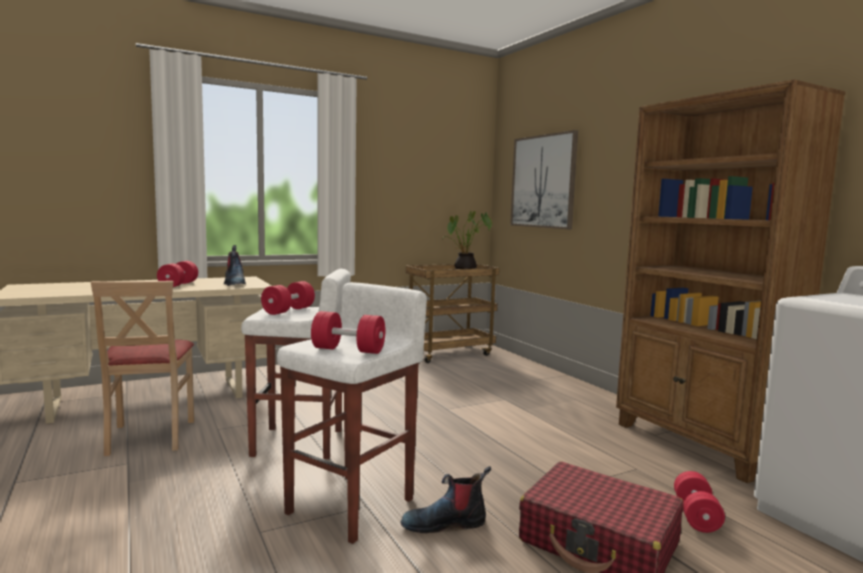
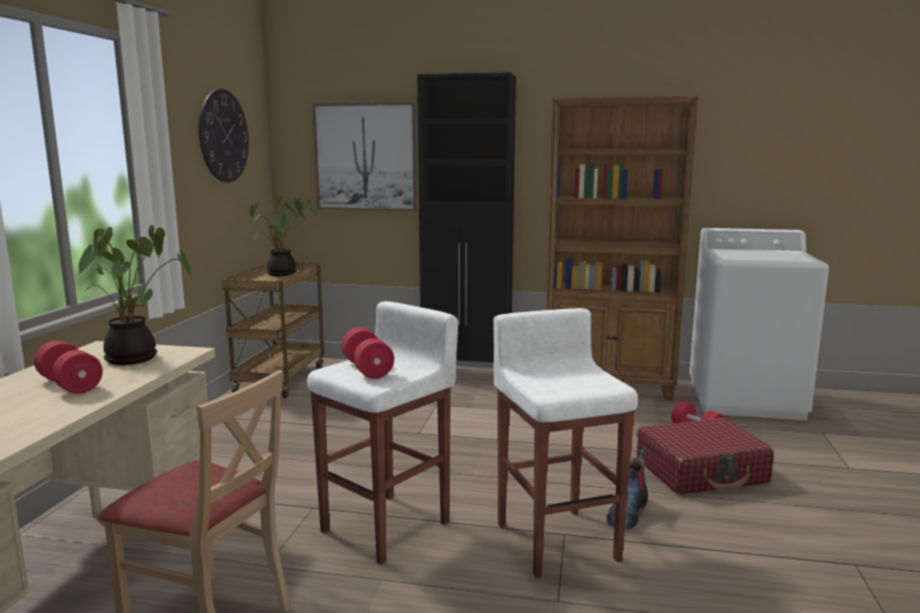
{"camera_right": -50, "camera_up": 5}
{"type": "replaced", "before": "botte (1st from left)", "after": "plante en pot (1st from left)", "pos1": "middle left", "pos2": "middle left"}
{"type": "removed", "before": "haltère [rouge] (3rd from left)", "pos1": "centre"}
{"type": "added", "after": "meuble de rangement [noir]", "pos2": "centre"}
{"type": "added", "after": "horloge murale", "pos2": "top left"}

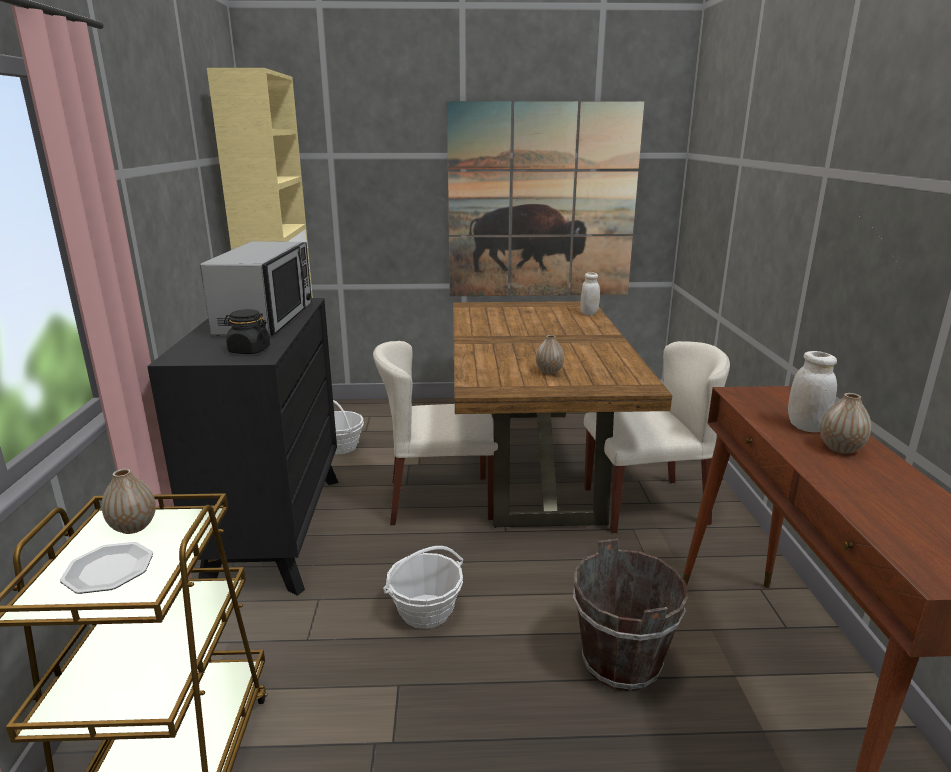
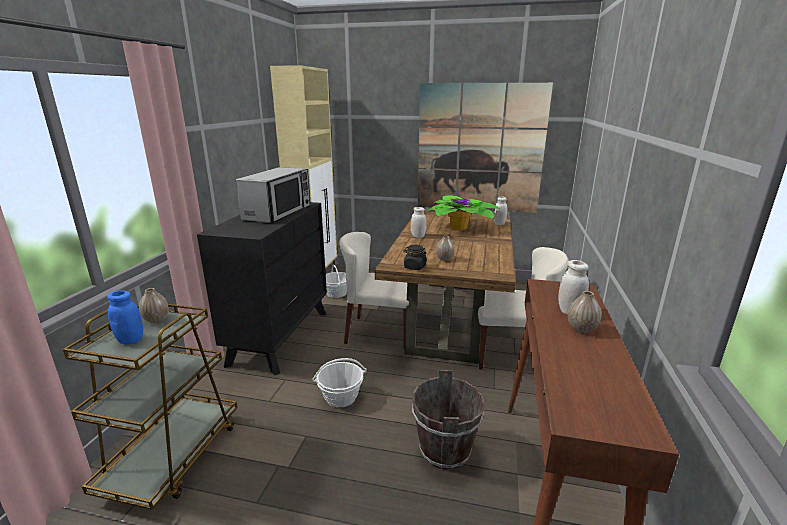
{"camera_right": 15, "camera_up": 0}
{"type": "moved", "before": "bocal [noir]", "pos1": "middle left", "pos2": "centre"}
{"type": "replaced", "before": "assiette", "after": "bocal [bleu]", "pos1": "bottom left", "pos2": "middle left"}
{"type": "added", "after": "plante en pot", "pos2": "centre"}
{"type": "added", "after": "bocal [blanc] (1st from left)", "pos2": "centre"}

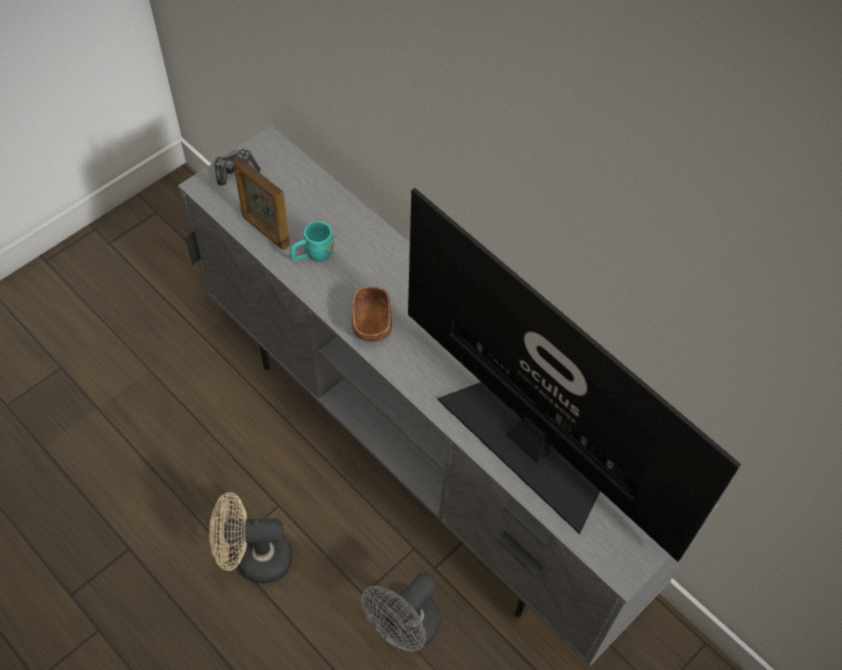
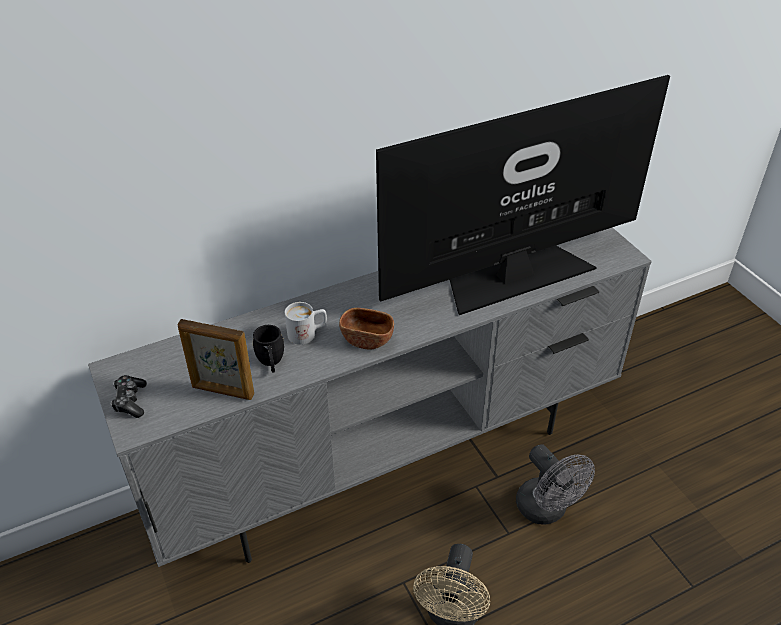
{"camera_right": -70, "camera_up": -15}
{"type": "turned", "before": "cadre photo", "pos1": "top left", "pos2": "middle left", "turn": 45}
{"type": "recoloured", "before": "mug [turquoise]", "after": "mug [noir]", "pos1": "centre", "pos2": "centre"}
{"type": "added", "after": "mug [blanc]", "pos2": "centre"}

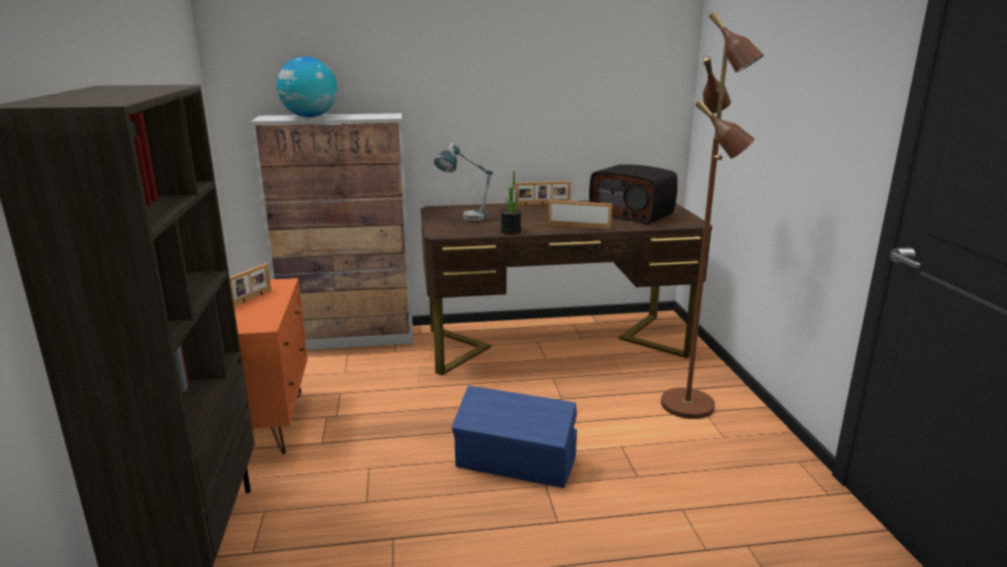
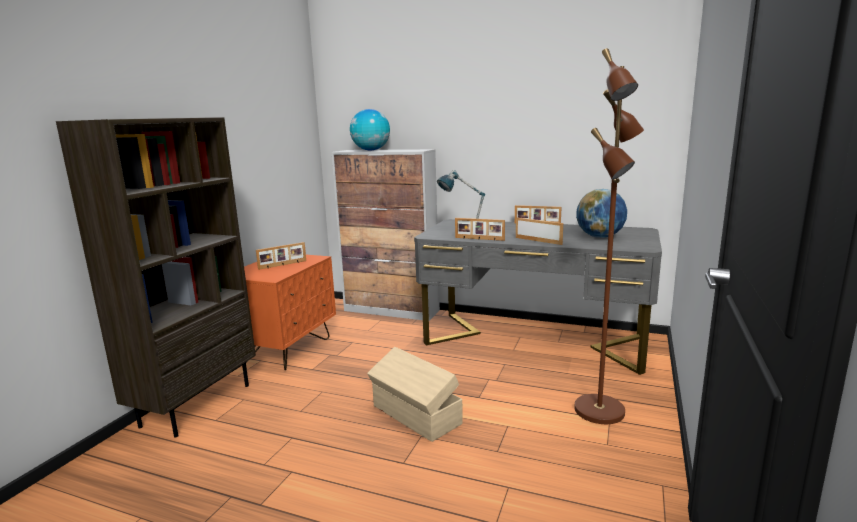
{"camera_right": 30, "camera_up": -5}
{"type": "replaced", "before": "radio", "after": "globe (2nd from left)", "pos1": "centre", "pos2": "middle right"}
{"type": "replaced", "before": "plante en pot", "after": "cadre photo (2nd from left)", "pos1": "centre", "pos2": "centre"}
{"type": "recoloured", "before": "bureau [marron]", "after": "bureau [gris]", "pos1": "centre", "pos2": "centre"}
{"type": "recoloured", "before": "boîte de rangement [bleu]", "after": "boîte de rangement [beige]", "pos1": "bottom centre", "pos2": "bottom centre"}

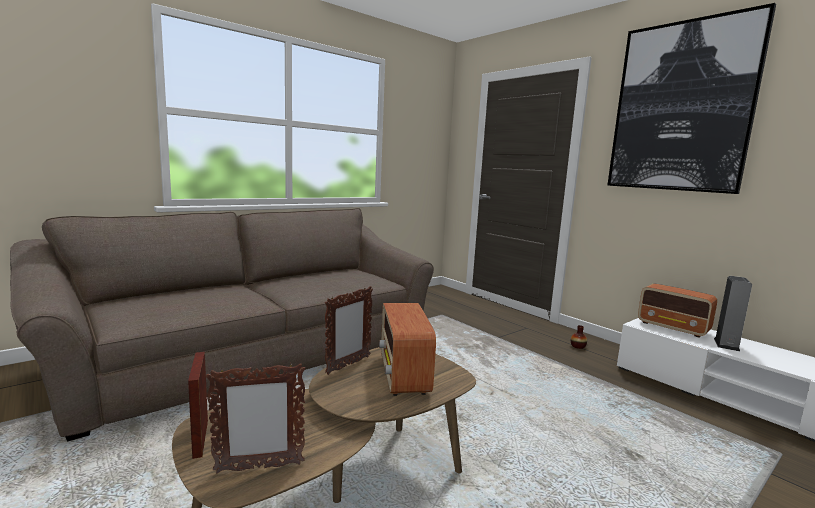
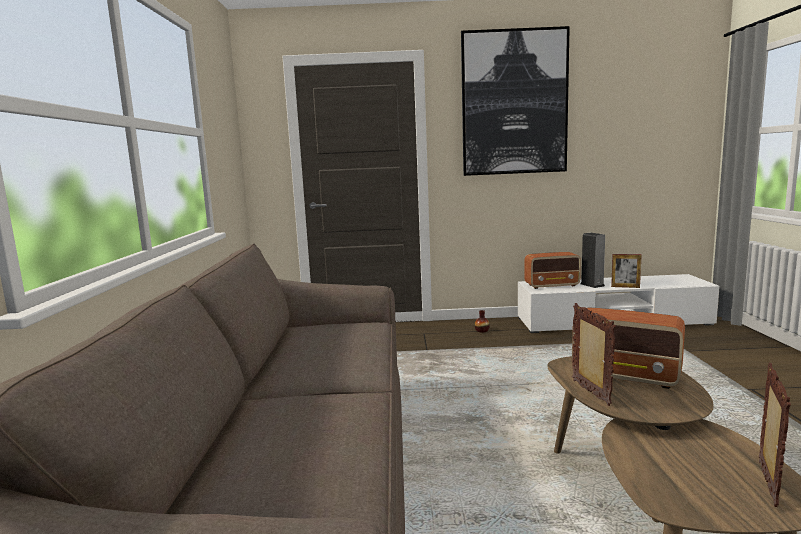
{"camera_right": -50, "camera_up": 0}
{"type": "moved", "before": "cadre photo (1st from left in the first image)", "after": "cadre photo (2nd from left)", "pos1": "bottom left", "pos2": "middle right"}

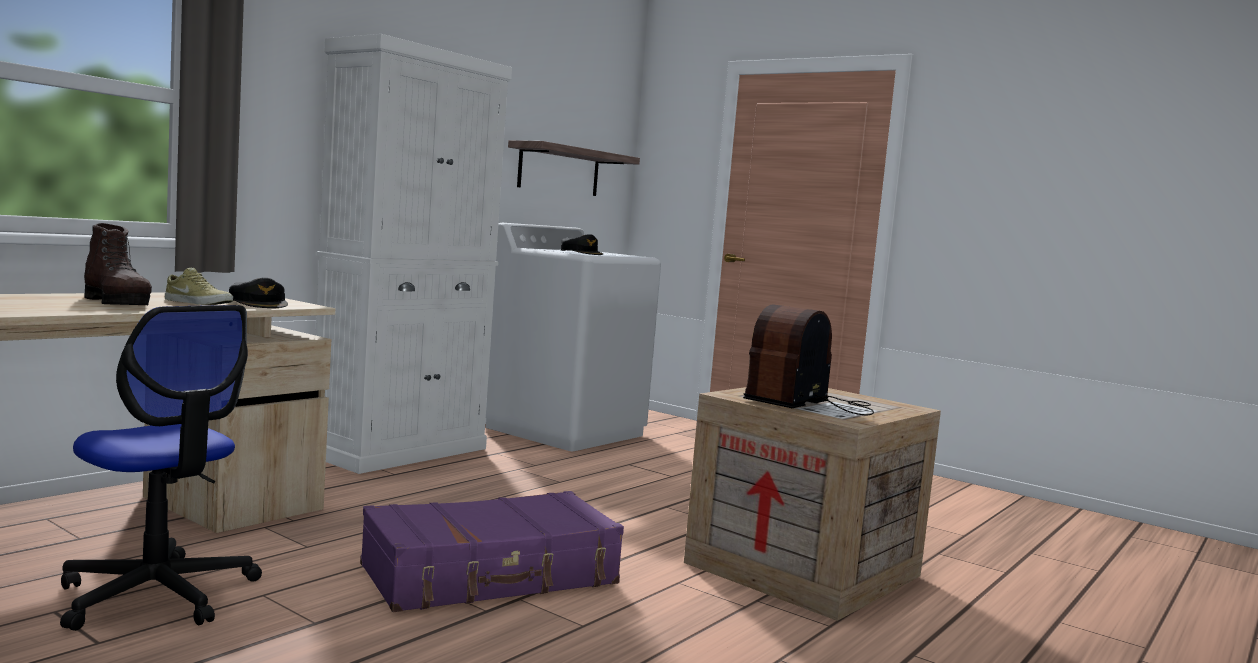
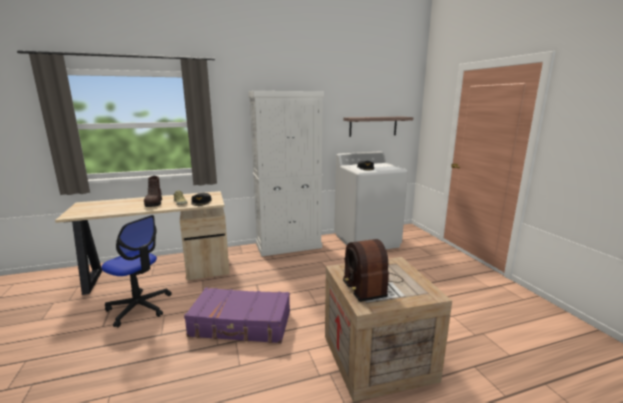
{"camera_right": 35, "camera_up": 10}
{"type": "turned", "before": "radio", "pos1": "centre", "pos2": "bottom centre", "turn": -90}
{"type": "turned", "before": "chaise de bureau", "pos1": "bottom left", "pos2": "bottom left", "turn": -45}

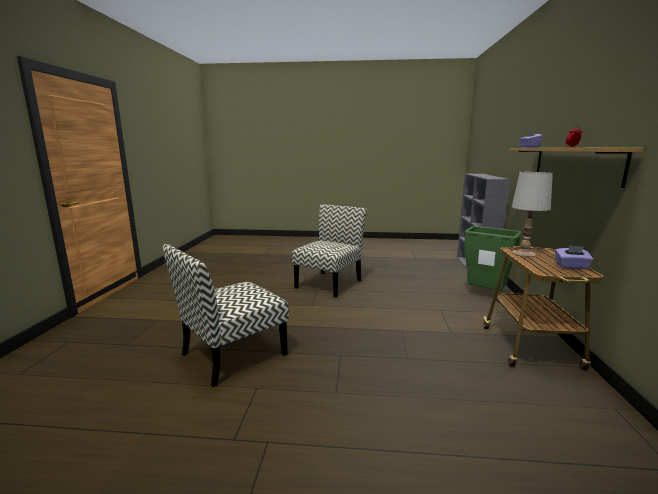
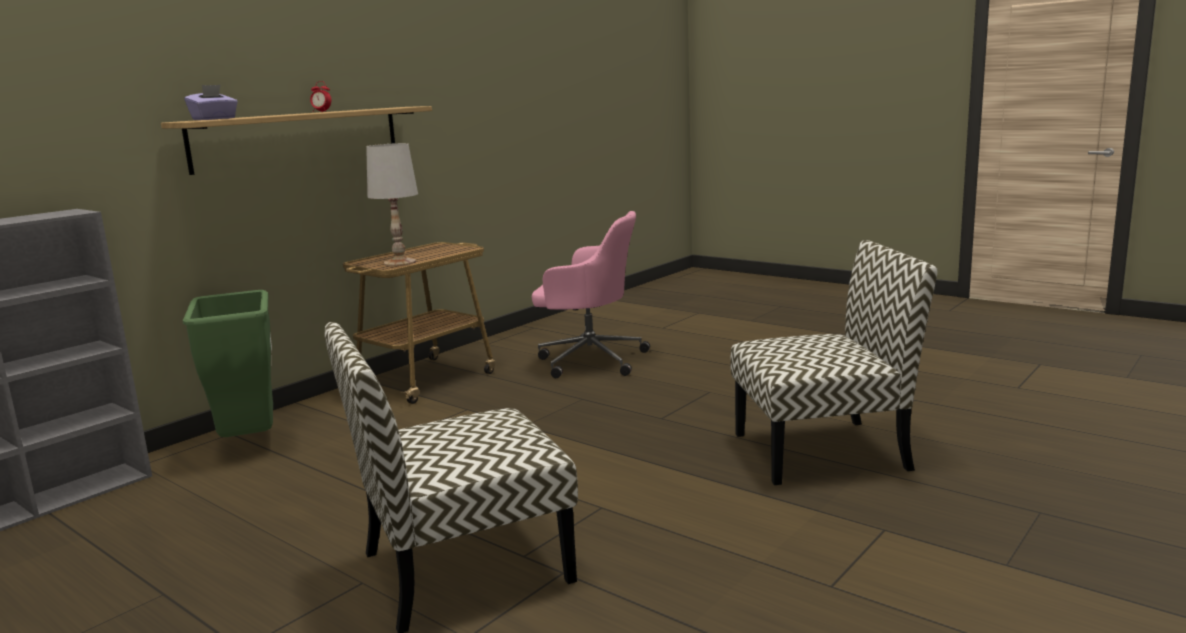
{"camera_right": -145, "camera_up": 0}
{"type": "removed", "before": "boîte à mouchoirs [violet] (2nd from left)", "pos1": "middle right"}
{"type": "added", "after": "chaise de bureau [rose]", "pos2": "centre"}

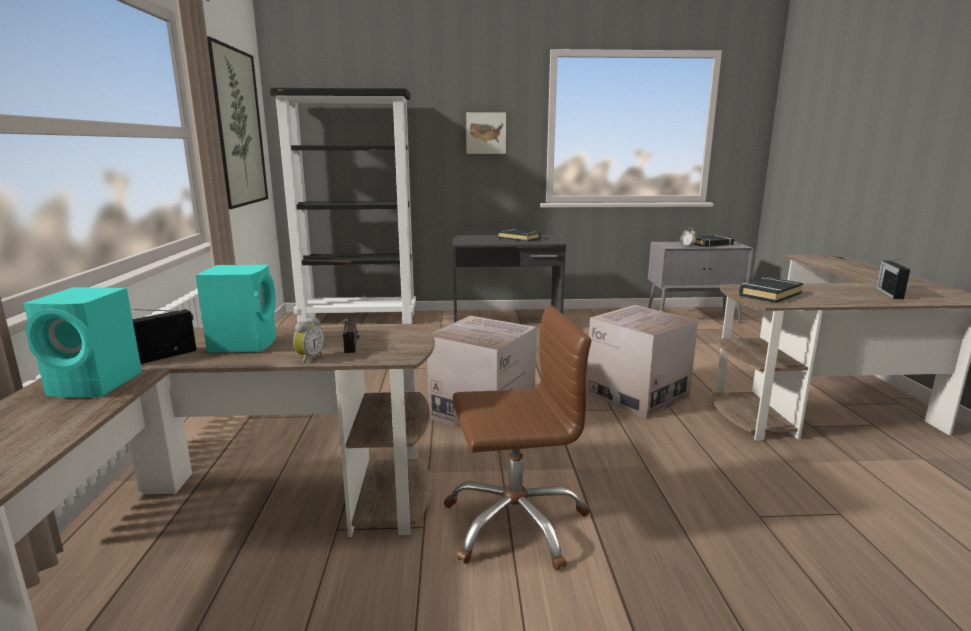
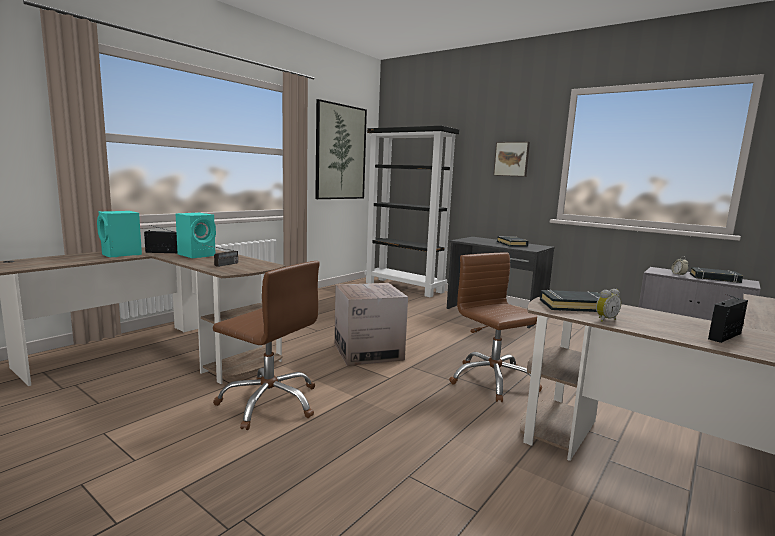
{"camera_right": 40, "camera_up": -5}
{"type": "replaced", "before": "carton (2nd from left)", "after": "chaise de bureau [marron] (2nd from left)", "pos1": "centre", "pos2": "centre"}
{"type": "moved", "before": "réveil (1st from left)", "pos1": "middle left", "pos2": "middle right"}

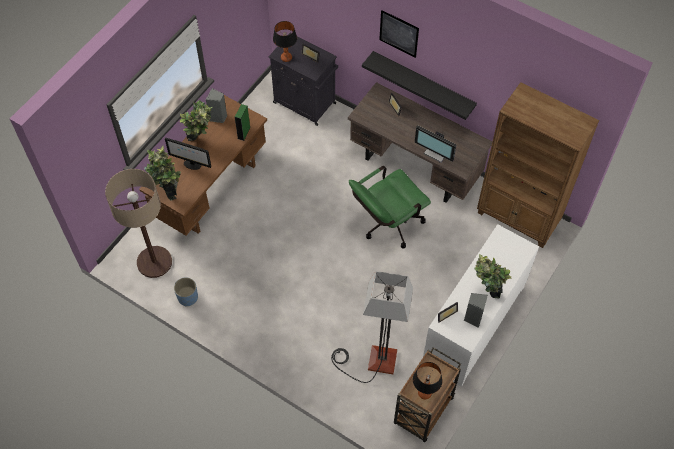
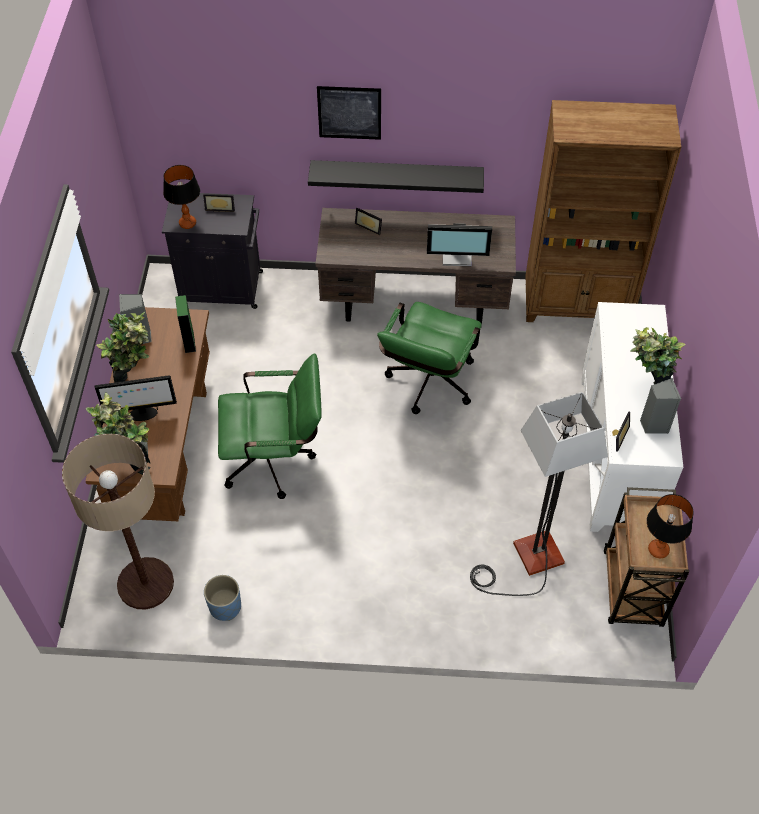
{"camera_right": -30, "camera_up": -5}
{"type": "added", "after": "chaise de bureau [vert] (1st from left)", "pos2": "centre"}

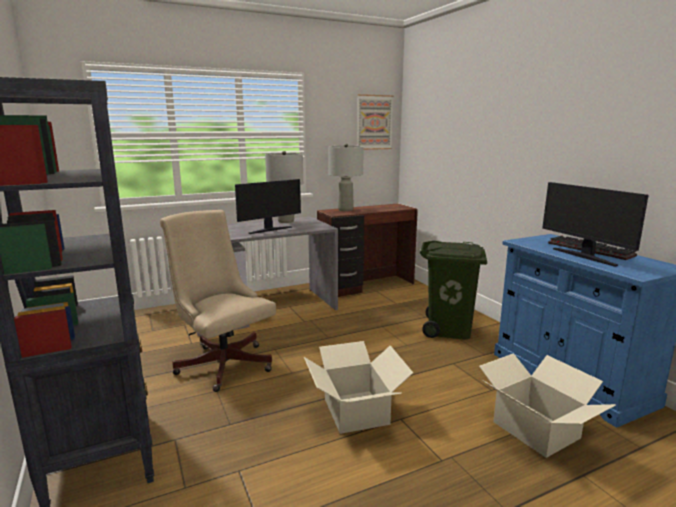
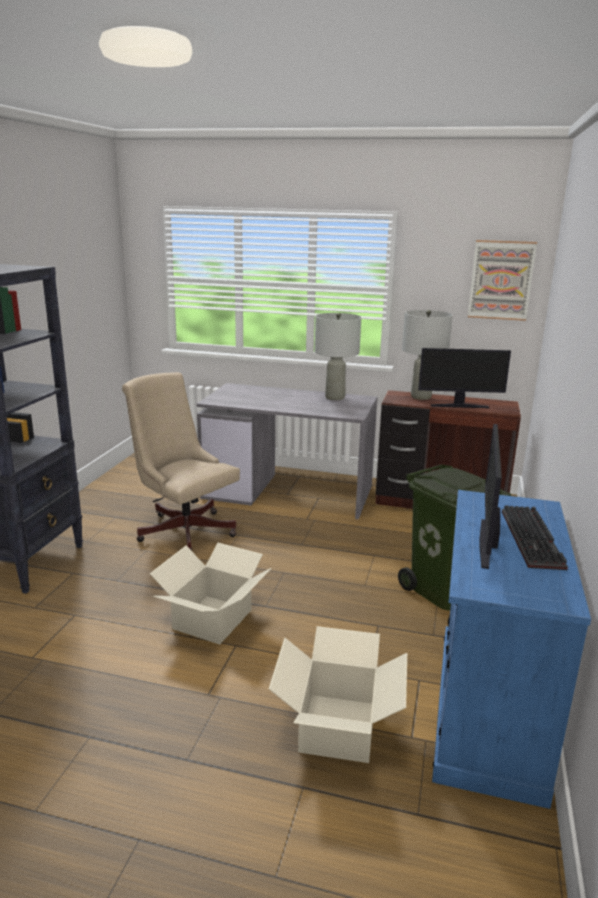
{"camera_right": 40, "camera_up": 5}
{"type": "moved", "before": "écran d'ordinateur (1st from left)", "pos1": "centre", "pos2": "middle right"}
{"type": "turned", "before": "chaise de bureau [beige]", "pos1": "middle left", "pos2": "middle left", "turn": -45}

